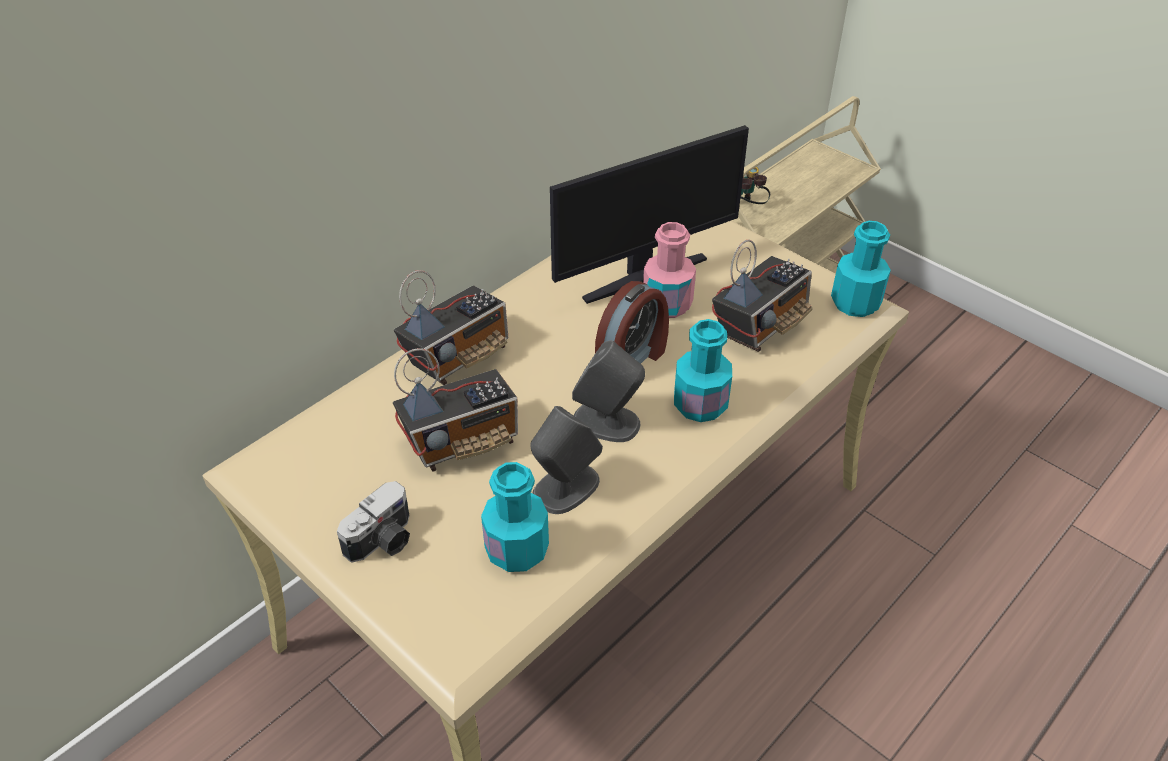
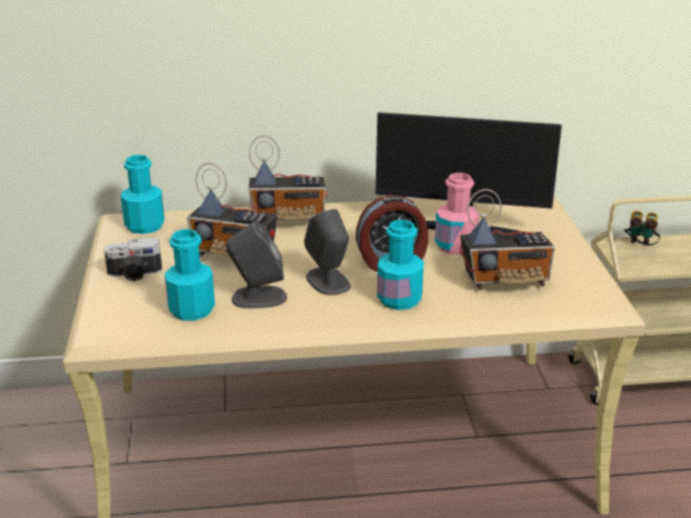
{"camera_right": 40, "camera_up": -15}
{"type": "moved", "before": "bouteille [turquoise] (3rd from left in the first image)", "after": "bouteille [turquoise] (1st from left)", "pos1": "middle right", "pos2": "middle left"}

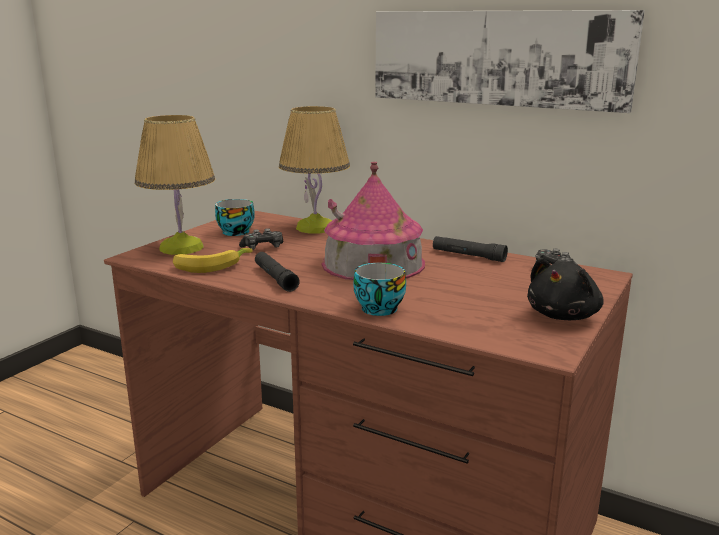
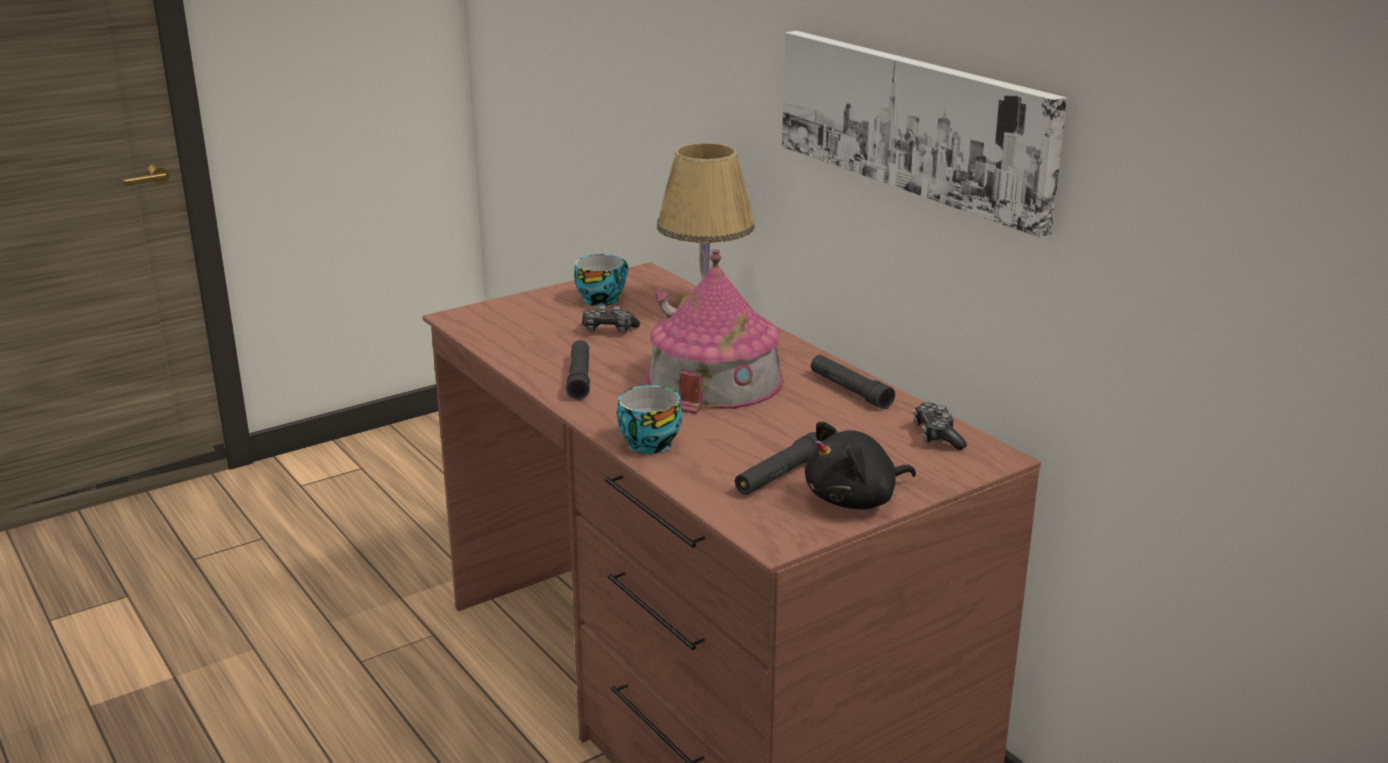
{"camera_right": 25, "camera_up": 5}
{"type": "removed", "before": "lampe de table (1st from left)", "pos1": "middle left"}
{"type": "removed", "before": "banane", "pos1": "middle left"}
{"type": "added", "after": "lampe de poche [noir] (2nd from left)", "pos2": "centre"}

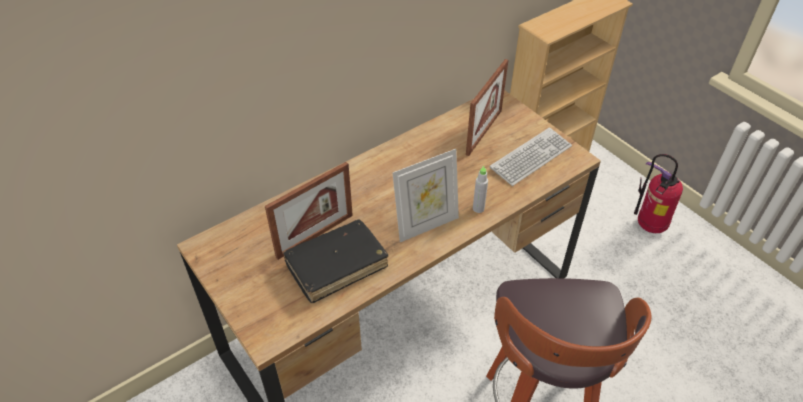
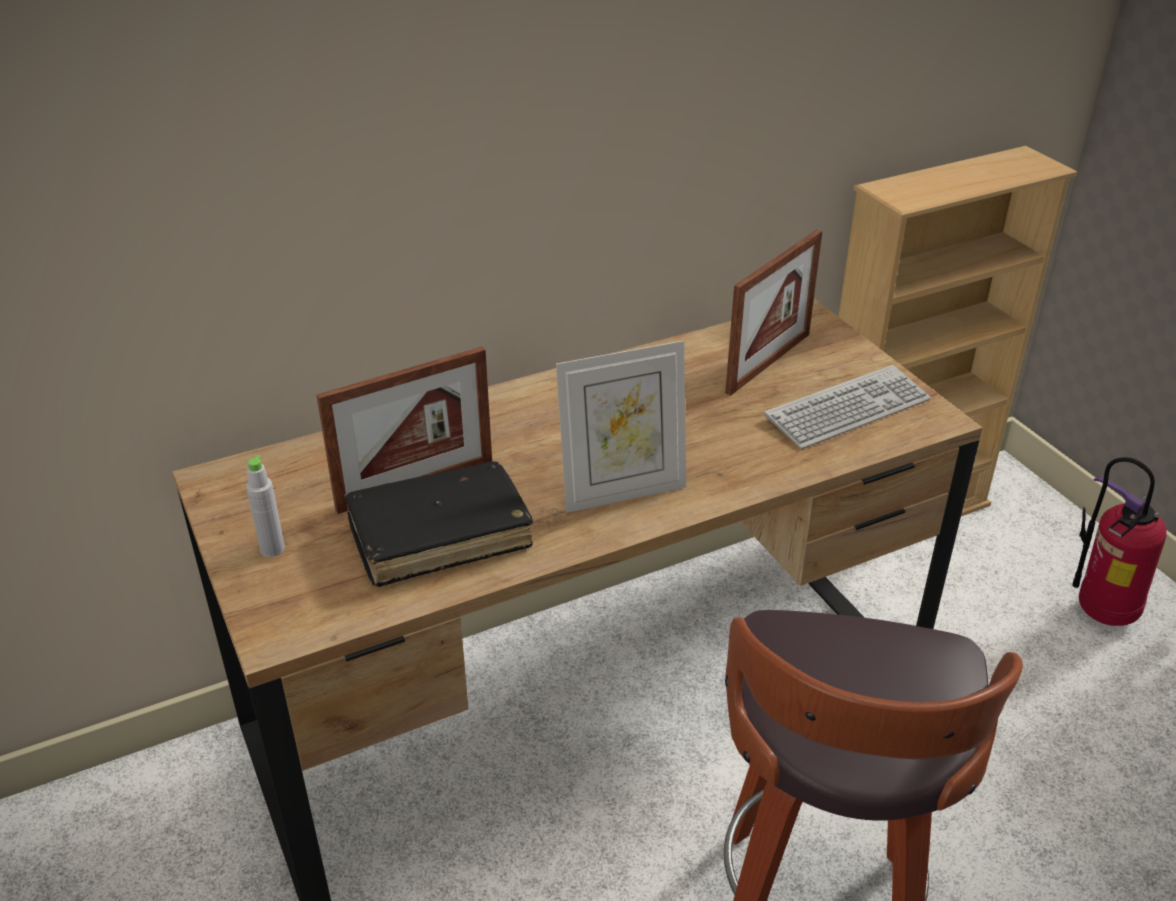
{"camera_right": 10, "camera_up": -10}
{"type": "moved", "before": "bouteille [gris]", "pos1": "centre", "pos2": "middle left"}

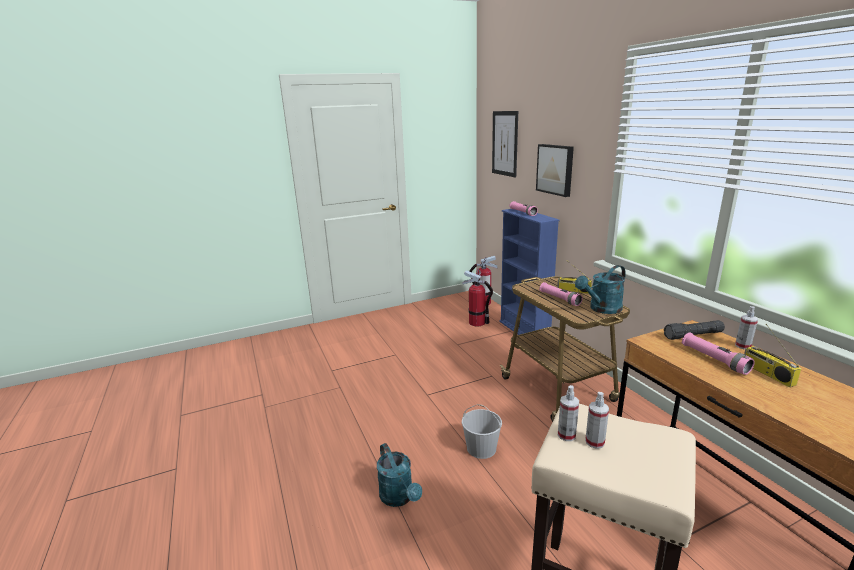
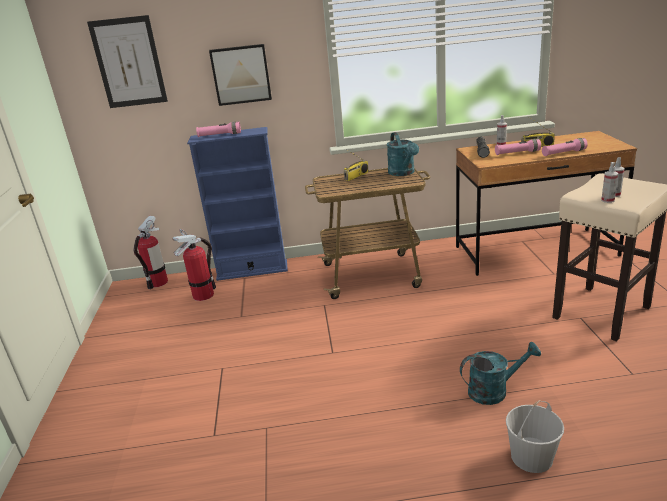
{"camera_right": -70, "camera_up": 5}
{"type": "moved", "before": "lampe de poche [rose] (2nd from left in the first image)", "after": "lampe de poche [rose] (3rd from left)", "pos1": "centre", "pos2": "top right"}
{"type": "moved", "before": "seau [blanc]", "pos1": "bottom centre", "pos2": "bottom right"}

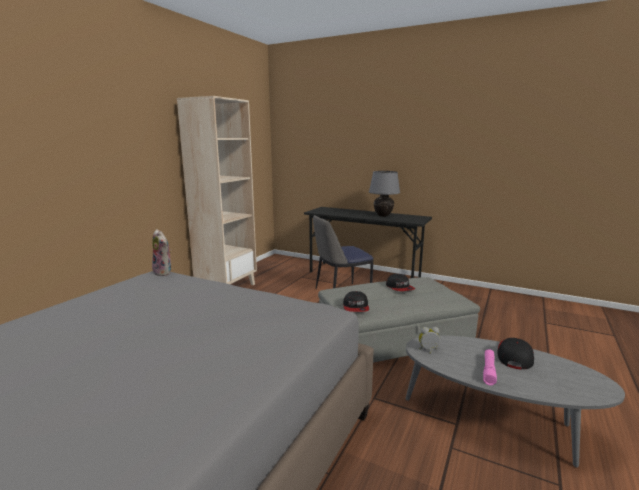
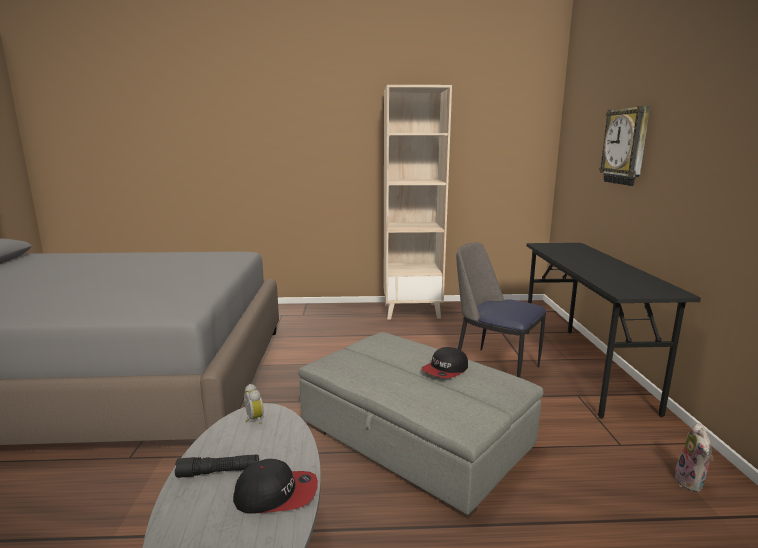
{"camera_right": 60, "camera_up": 0}
{"type": "removed", "before": "lampe de table [gris]", "pos1": "centre"}
{"type": "moved", "before": "peluche", "pos1": "middle left", "pos2": "bottom right"}
{"type": "removed", "before": "casquette (1st from left)", "pos1": "centre"}
{"type": "recoloured", "before": "lampe de poche [rose]", "after": "lampe de poche [noir]", "pos1": "bottom right", "pos2": "bottom left"}
{"type": "added", "after": "horloge murale", "pos2": "top right"}

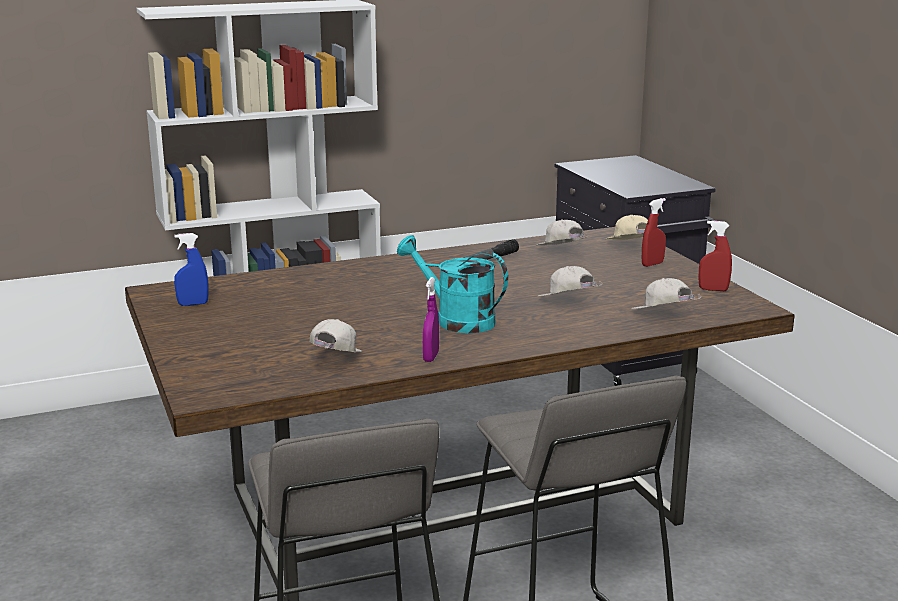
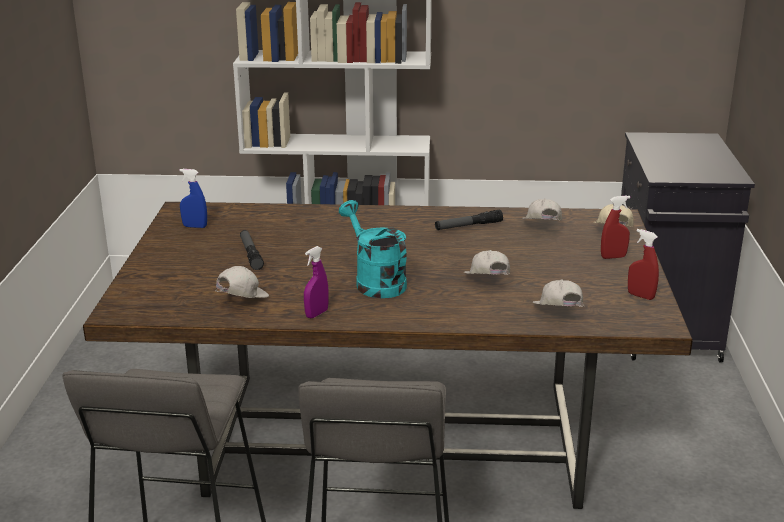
{"camera_right": 25, "camera_up": 5}
{"type": "added", "after": "lampe de poche (1st from left)", "pos2": "middle left"}

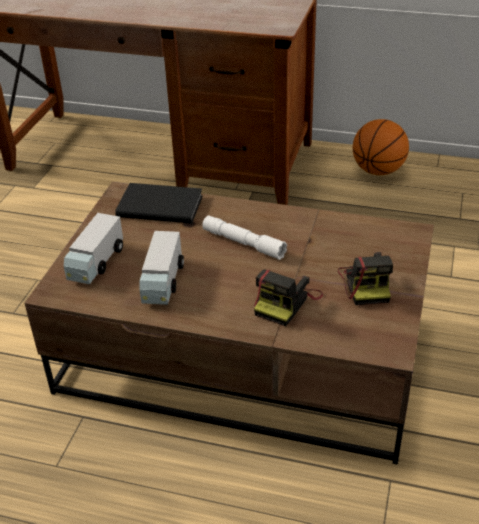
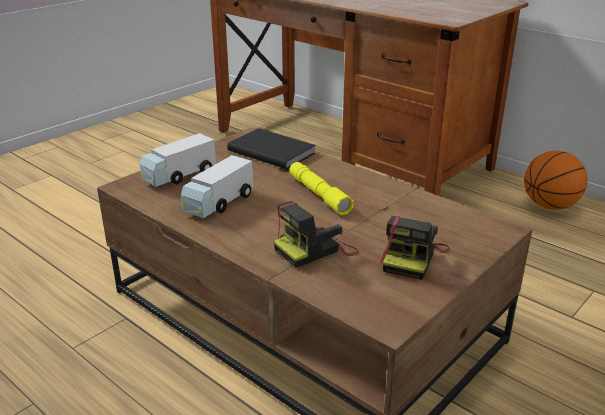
{"camera_right": 25, "camera_up": -10}
{"type": "recoloured", "before": "lampe de poche [blanc]", "after": "lampe de poche [jaune]", "pos1": "centre", "pos2": "centre"}

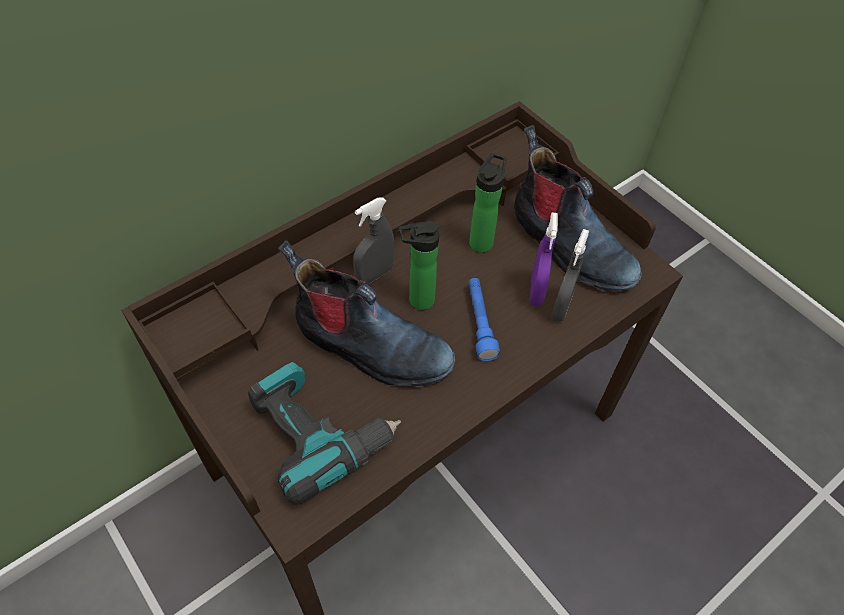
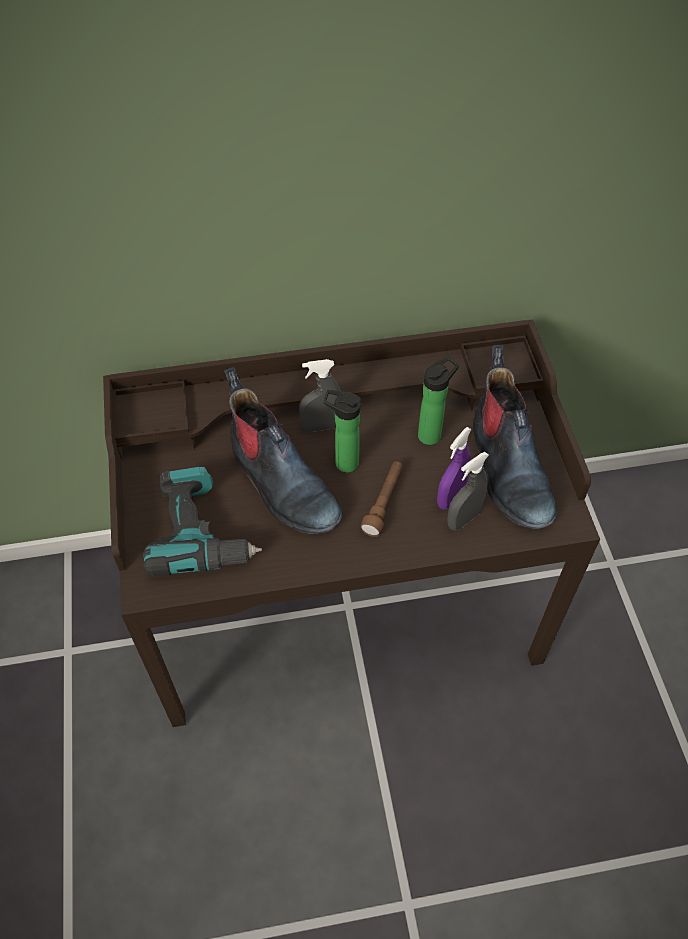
{"camera_right": 30, "camera_up": 0}
{"type": "recoloured", "before": "lampe de poche [bleu]", "after": "lampe de poche [marron]", "pos1": "centre", "pos2": "centre"}

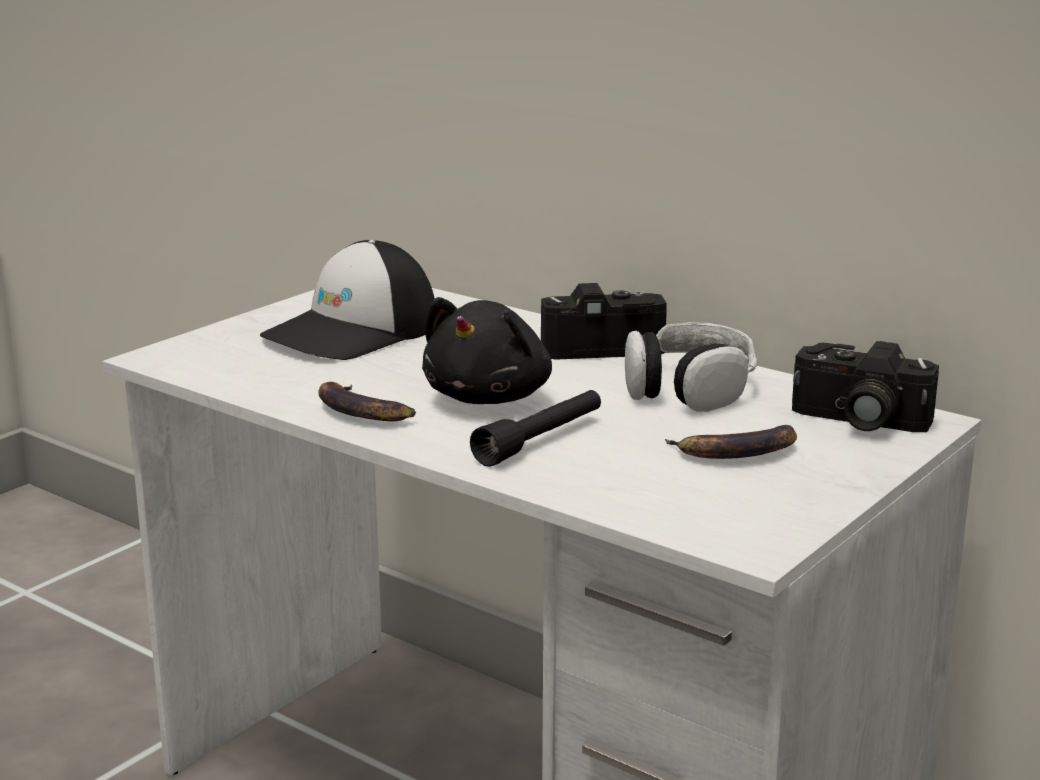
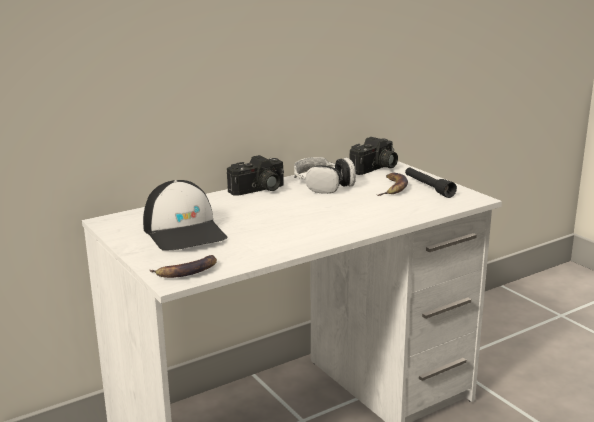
{"camera_right": -70, "camera_up": 0}
{"type": "turned", "before": "appareil photo (1st from left)", "pos1": "centre", "pos2": "centre", "turn": -135}
{"type": "removed", "before": "peluche [noir]", "pos1": "centre"}
{"type": "moved", "before": "banane (1st from left)", "pos1": "centre", "pos2": "middle left"}
{"type": "moved", "before": "lampe de poche [noir]", "pos1": "centre", "pos2": "middle right"}

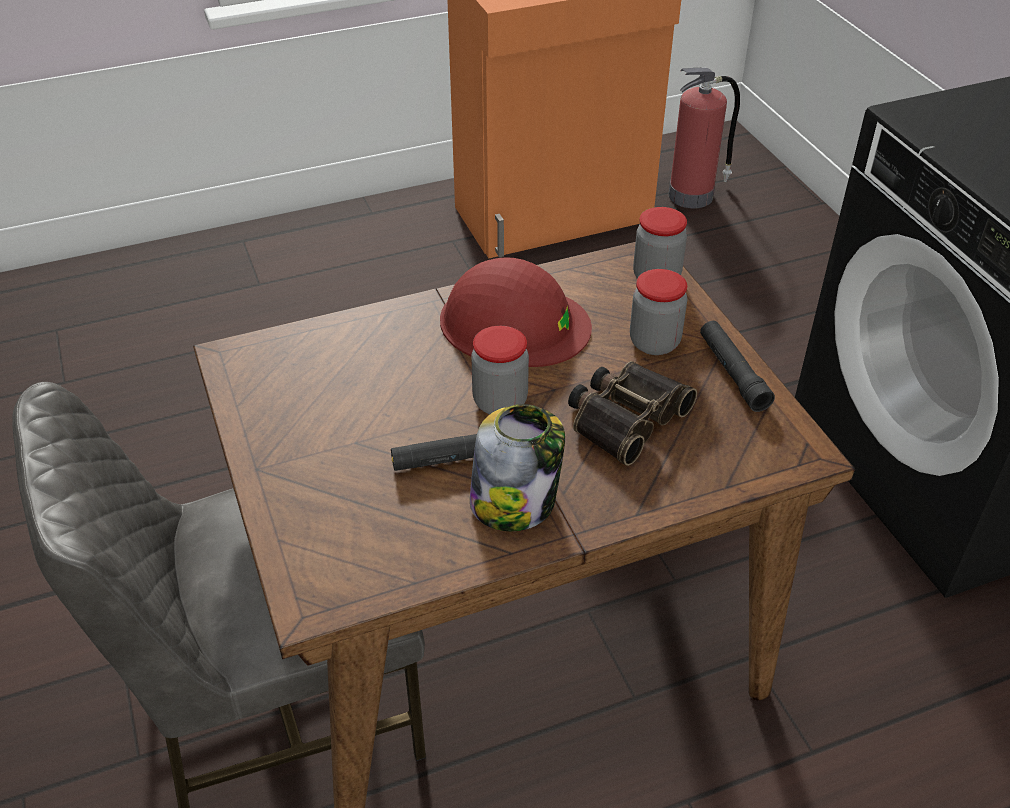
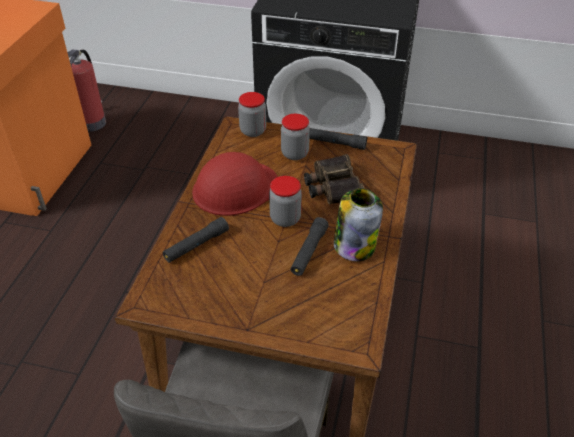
{"camera_right": -55, "camera_up": 0}
{"type": "added", "after": "lampe de poche [noir] (1st from left)", "pos2": "centre"}

